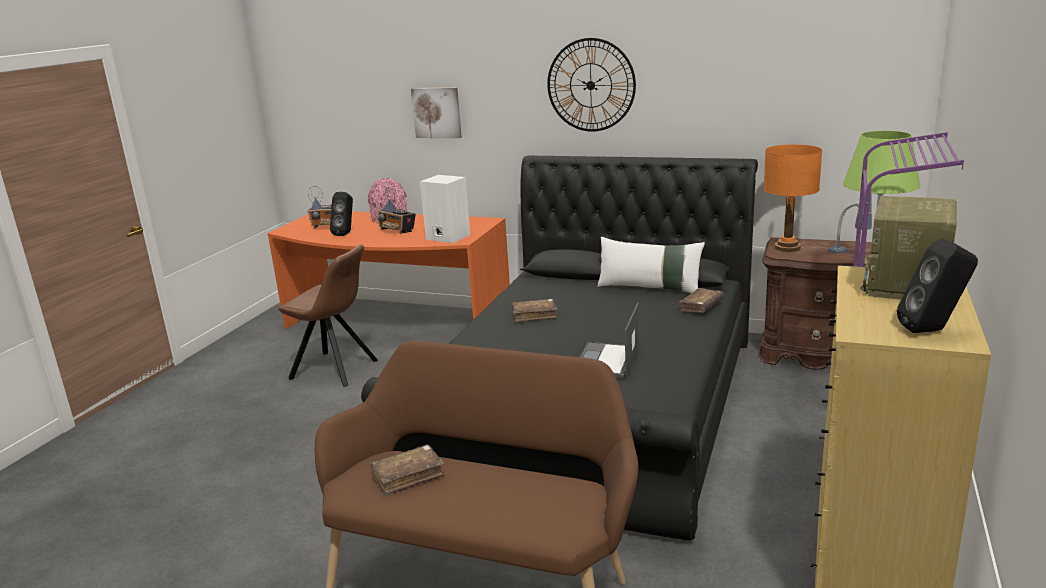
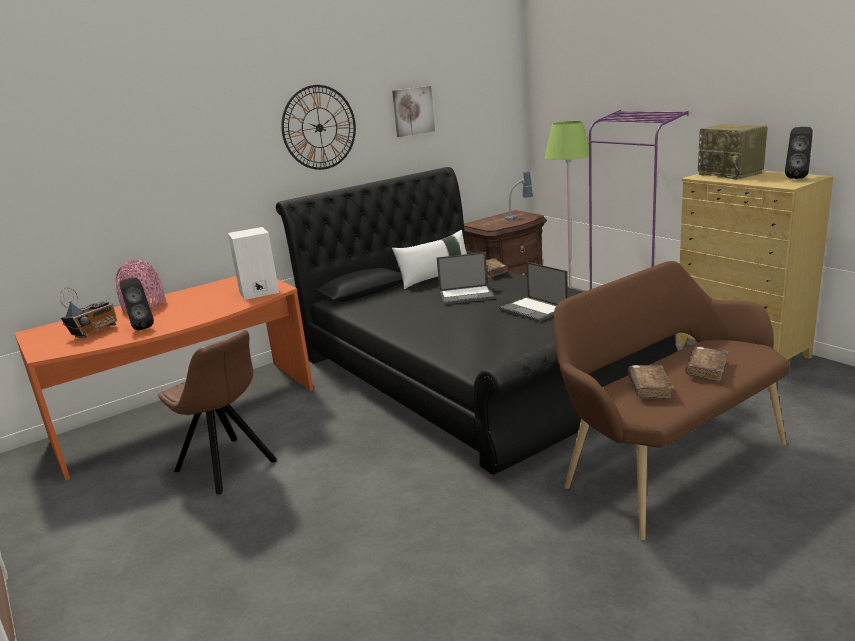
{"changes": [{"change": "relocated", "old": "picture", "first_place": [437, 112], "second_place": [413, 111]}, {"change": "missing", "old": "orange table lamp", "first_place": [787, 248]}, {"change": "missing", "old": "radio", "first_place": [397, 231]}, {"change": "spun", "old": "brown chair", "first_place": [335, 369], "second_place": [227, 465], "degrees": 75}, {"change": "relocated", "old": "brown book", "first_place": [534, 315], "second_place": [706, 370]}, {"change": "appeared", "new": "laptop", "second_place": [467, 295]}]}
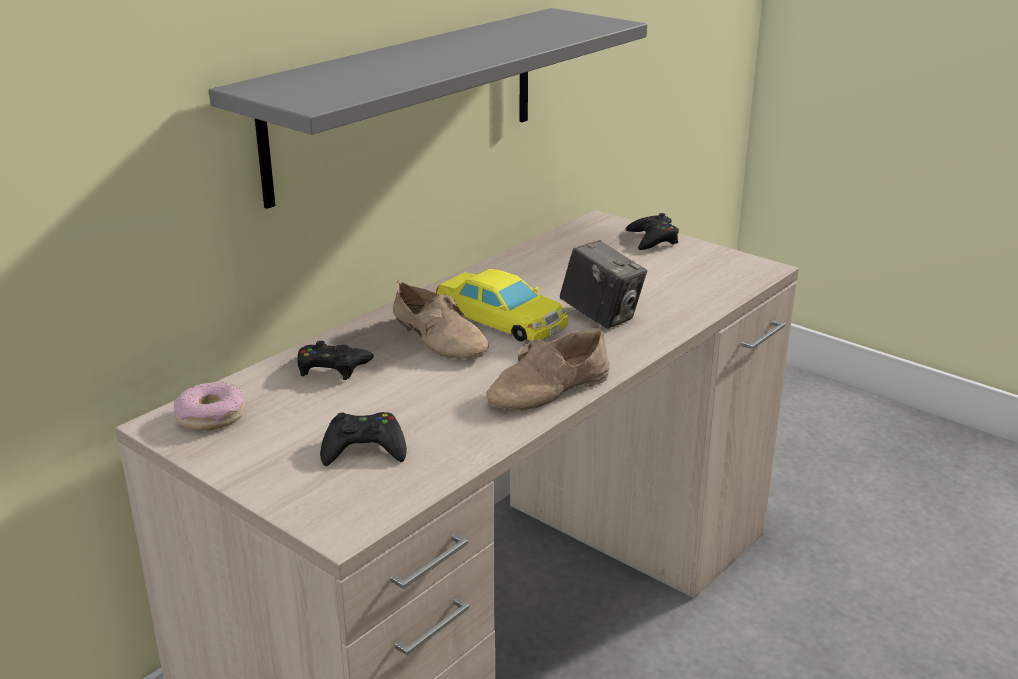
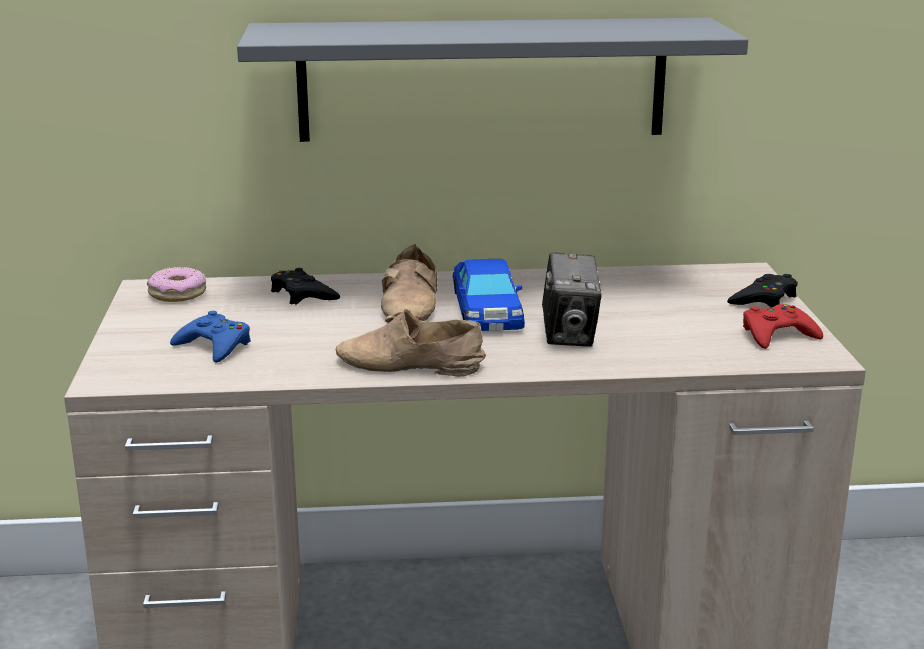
{"changes": [{"change": "colour", "old": "yellow toy car", "new": "blue toy car", "first_place": [500, 318], "second_place": [487, 308]}, {"change": "colour", "old": "black game controller", "new": "blue game controller", "first_place": [364, 448], "second_place": [214, 346]}, {"change": "appeared", "new": "red game controller", "second_place": [777, 335]}]}
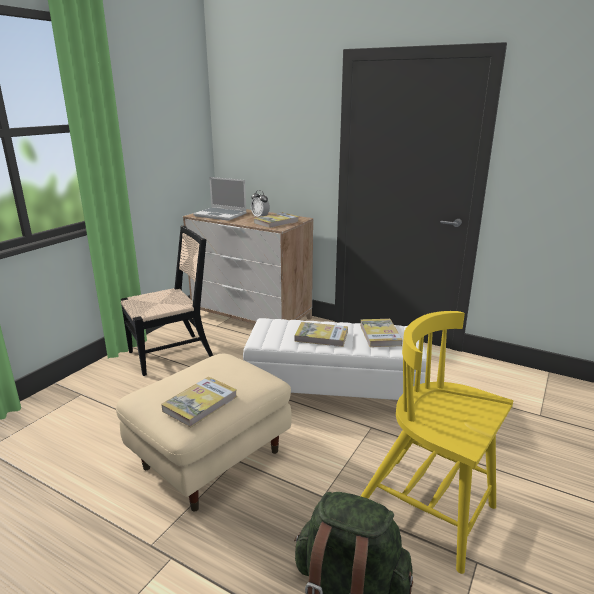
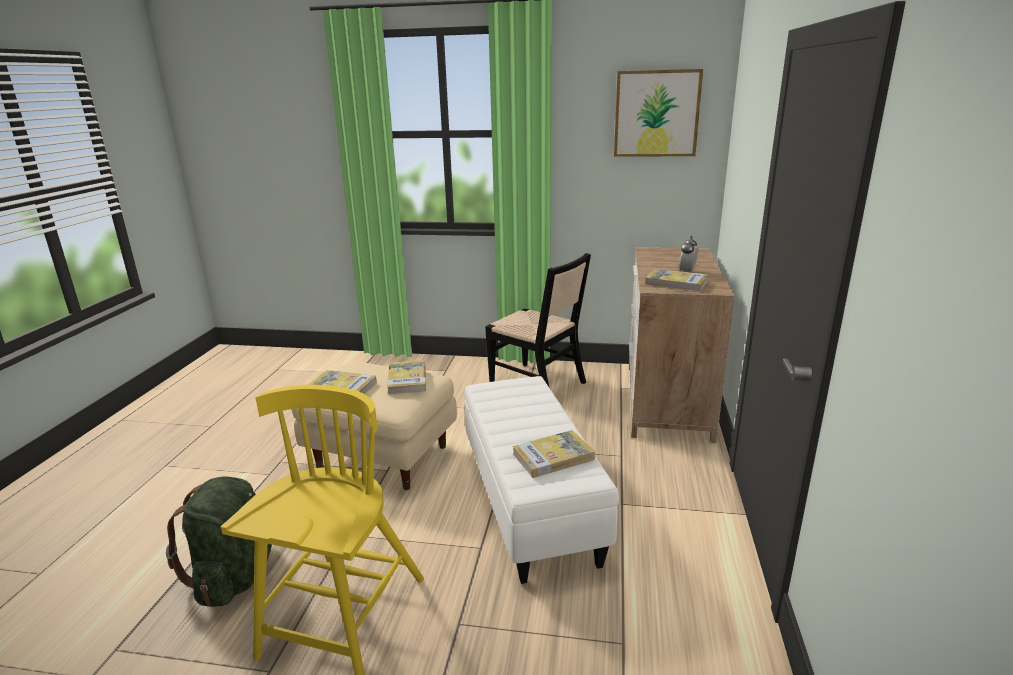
{"changes": [{"change": "missing", "old": "laptop", "first_place": [221, 215]}, {"change": "relocated", "old": "book", "first_place": [321, 336], "second_place": [407, 380]}, {"change": "appeared", "new": "picture", "second_place": [656, 114]}]}
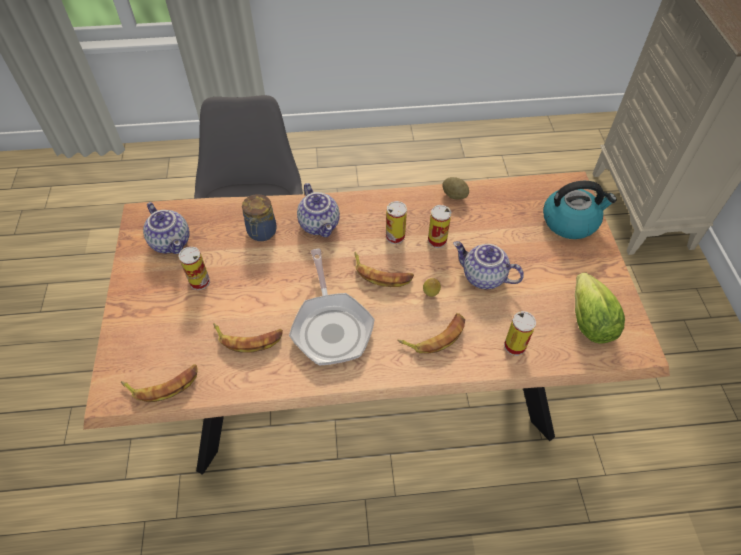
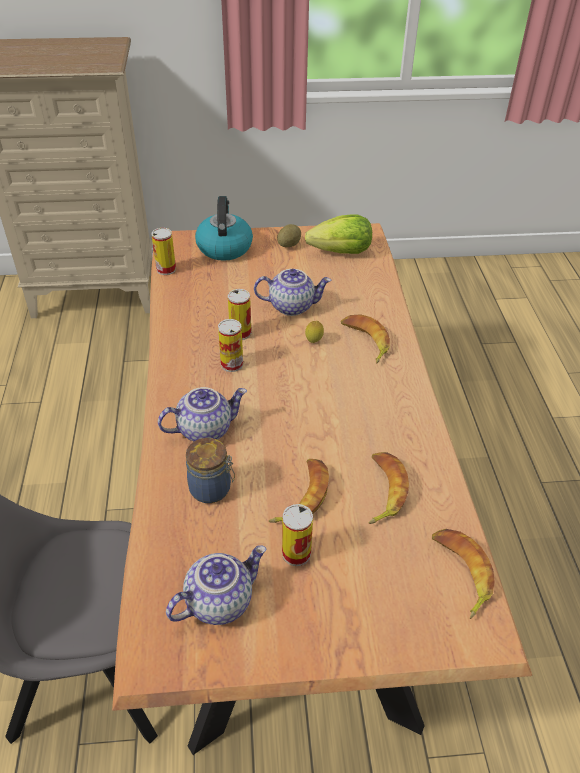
{"changes": [{"change": "relocated", "old": "potato", "first_place": [454, 195], "second_place": [289, 245]}, {"change": "spun", "old": "teapot", "first_place": [482, 277], "second_place": [292, 306], "degrees": -120}, {"change": "missing", "old": "frying pan", "first_place": [331, 327]}, {"change": "relocated", "old": "banana", "first_place": [381, 274], "second_place": [302, 495]}, {"change": "relocated", "old": "can", "first_place": [514, 346], "second_place": [166, 269]}]}
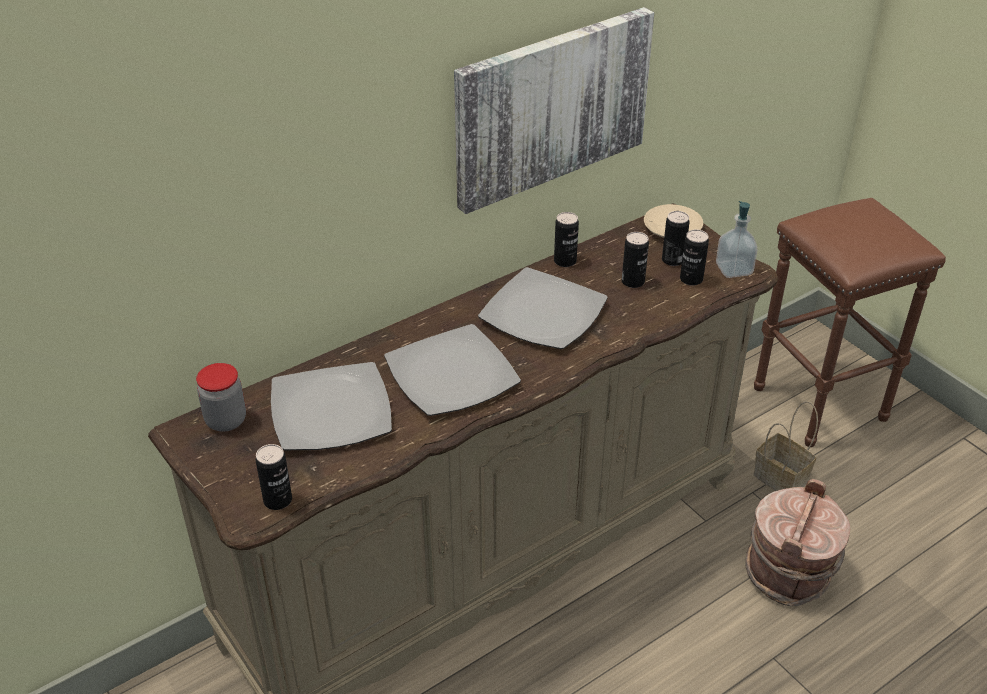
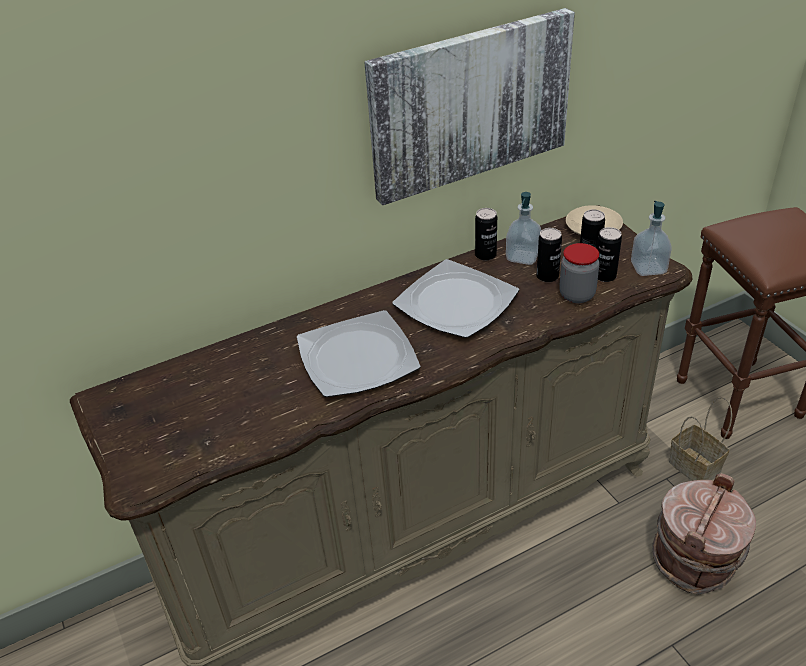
{"changes": [{"change": "missing", "old": "plate", "first_place": [332, 412]}, {"change": "relocated", "old": "jar", "first_place": [226, 420], "second_place": [577, 295]}, {"change": "missing", "old": "can", "first_place": [278, 500]}, {"change": "appeared", "new": "soap dispenser", "second_place": [522, 257]}]}
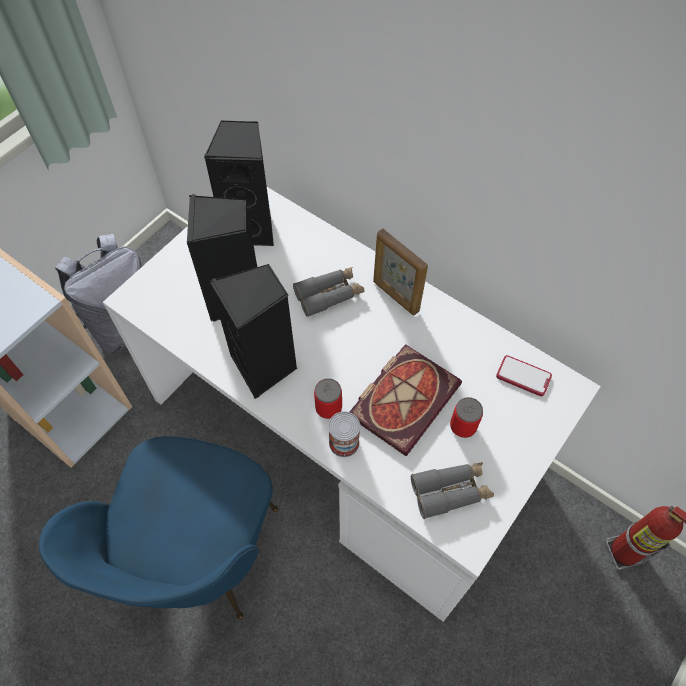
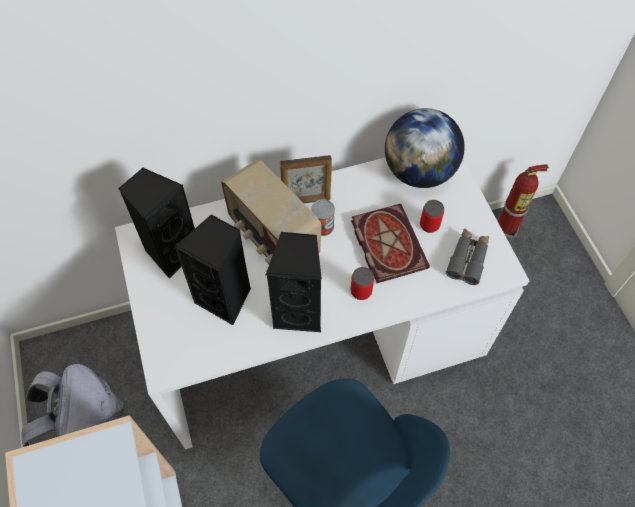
{"changes": [{"change": "exchanged", "old": "grey binoculars", "new": "radio", "first_place": [329, 295], "second_place": [272, 238]}, {"change": "exchanged", "old": "phone", "new": "globe", "first_place": [523, 376], "second_place": [419, 172]}, {"change": "relocated", "old": "can", "first_place": [344, 442], "second_place": [322, 226]}]}
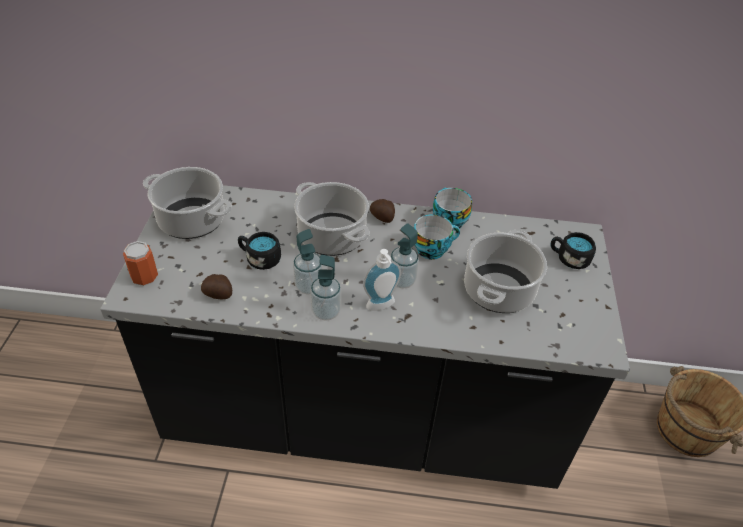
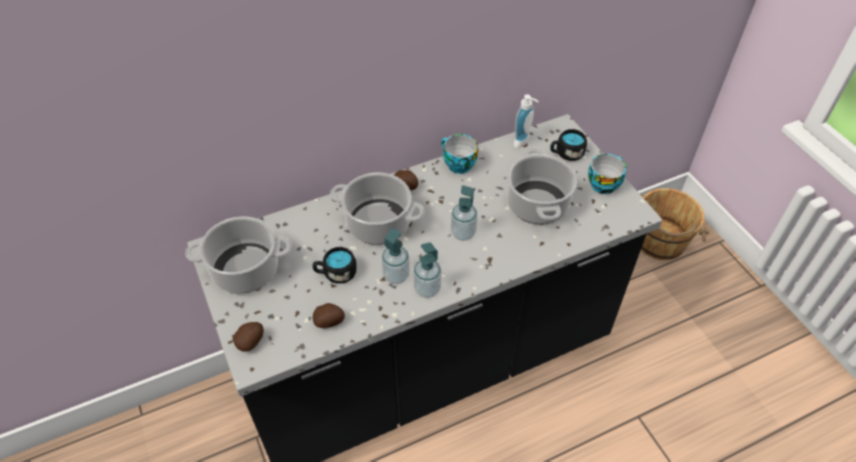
{"changes": [{"change": "relocated", "old": "cup", "first_place": [432, 249], "second_place": [603, 183]}, {"change": "exchanged", "old": "can", "new": "potato", "first_place": [144, 277], "second_place": [251, 341]}, {"change": "relocated", "old": "soap dispenser", "first_place": [382, 306], "second_place": [523, 142]}]}
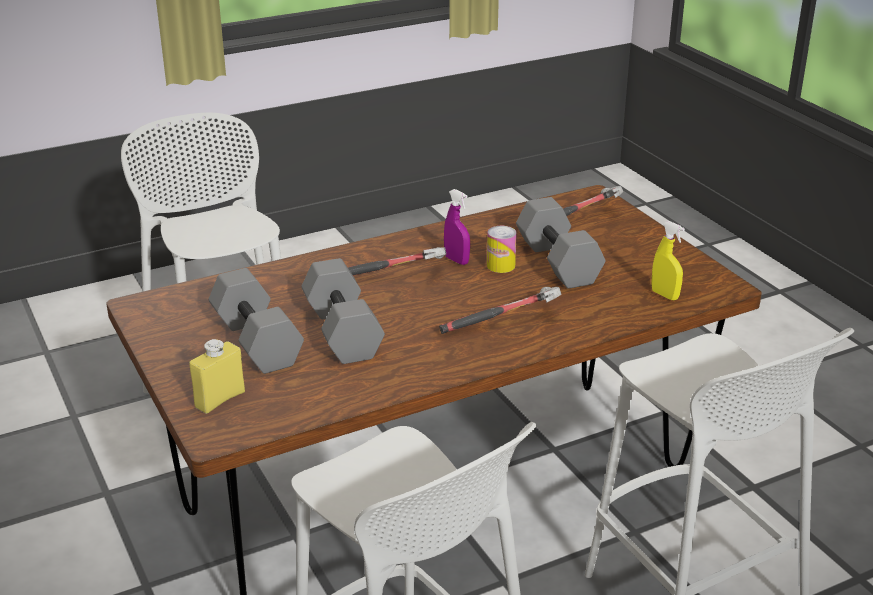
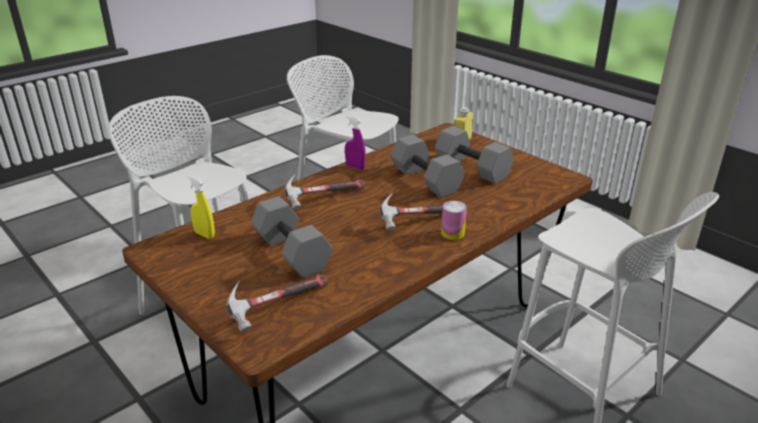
{"changes": [{"change": "relocated", "old": "purple spray bottle", "first_place": [456, 260], "second_place": [355, 167]}, {"change": "relocated", "old": "can", "first_place": [501, 265], "second_place": [452, 233]}]}
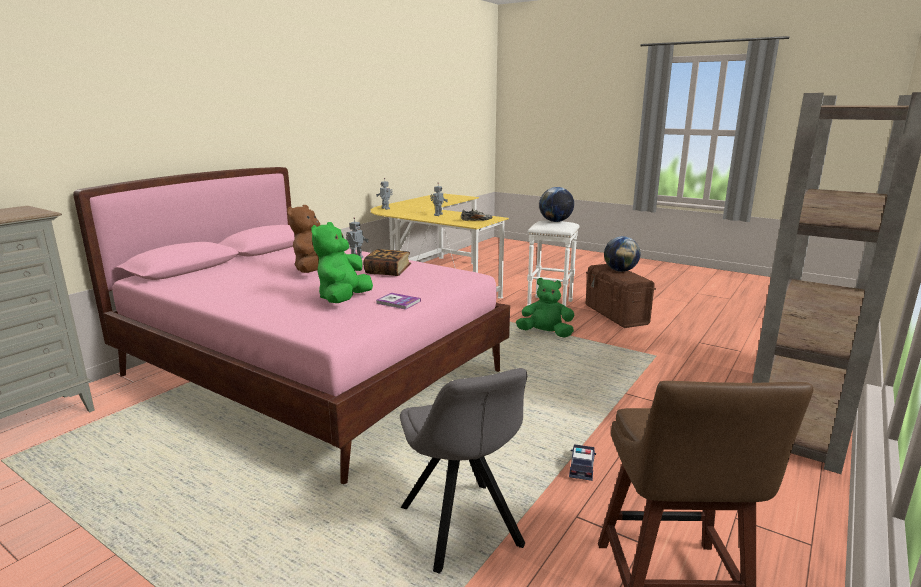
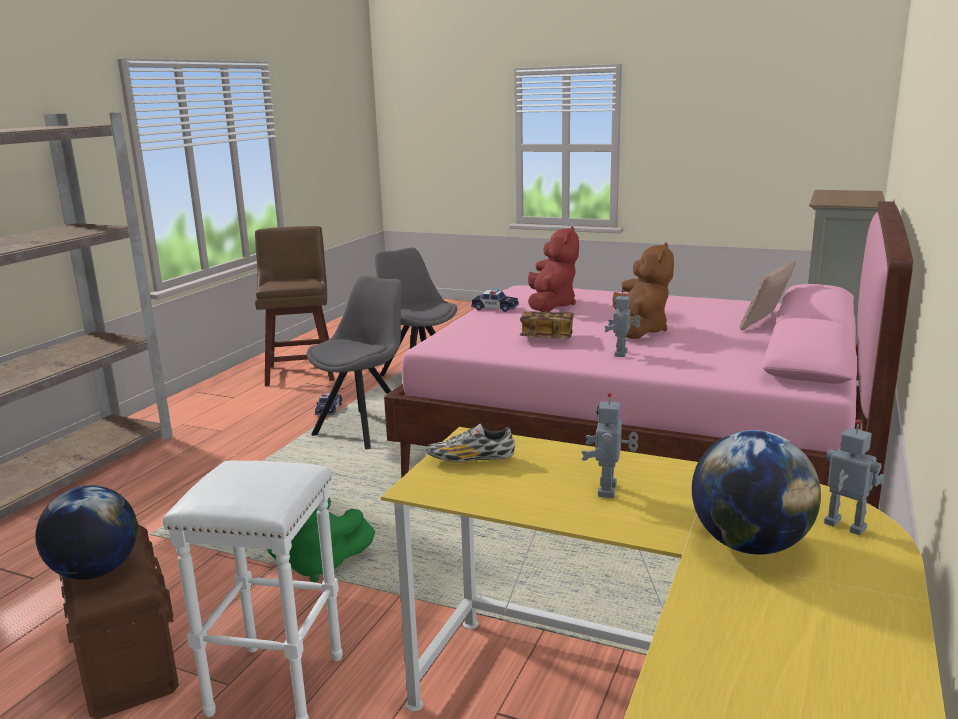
{"changes": [{"change": "relocated", "old": "globe", "first_place": [555, 221], "second_place": [749, 545]}, {"change": "colour", "old": "green plush toy", "new": "red plush toy", "first_place": [343, 300], "second_place": [551, 305]}, {"change": "exchanged", "old": "book", "new": "toy car", "first_place": [398, 302], "second_place": [495, 308]}, {"change": "appeared", "new": "beige pillow", "second_place": [765, 321]}, {"change": "appeared", "new": "grey chair", "second_place": [364, 428]}]}
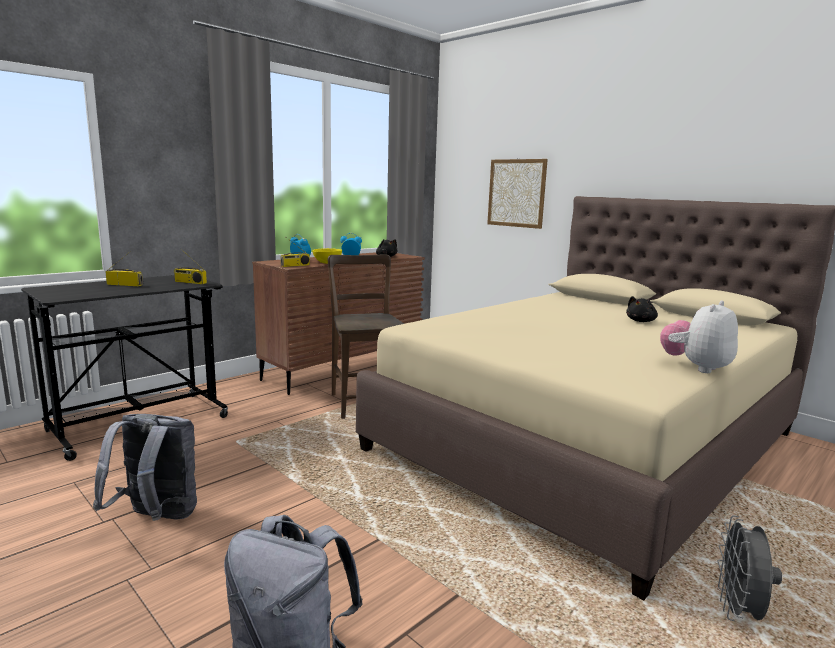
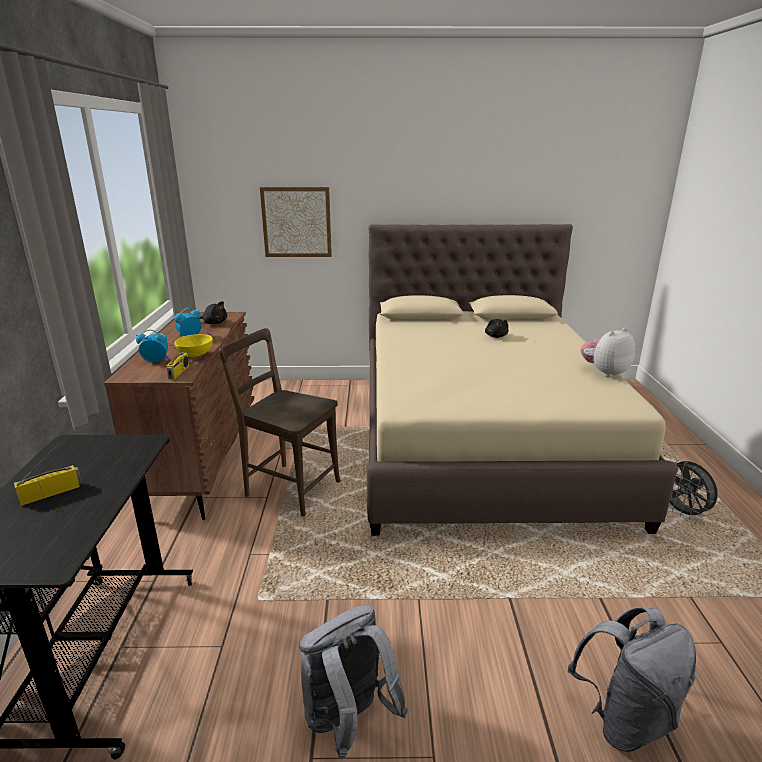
{"changes": [{"change": "missing", "old": "radio", "first_place": [189, 282]}, {"change": "spun", "old": "plush toy", "first_place": [696, 367], "second_place": [604, 372], "degrees": 60}]}
